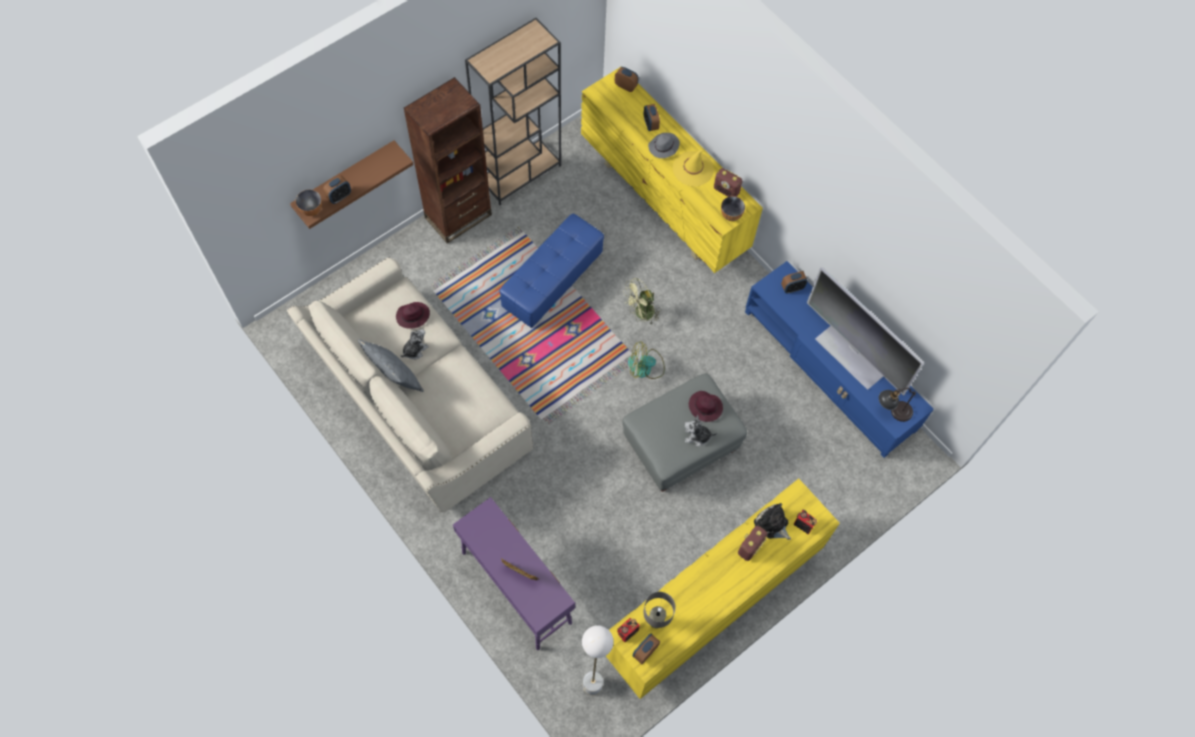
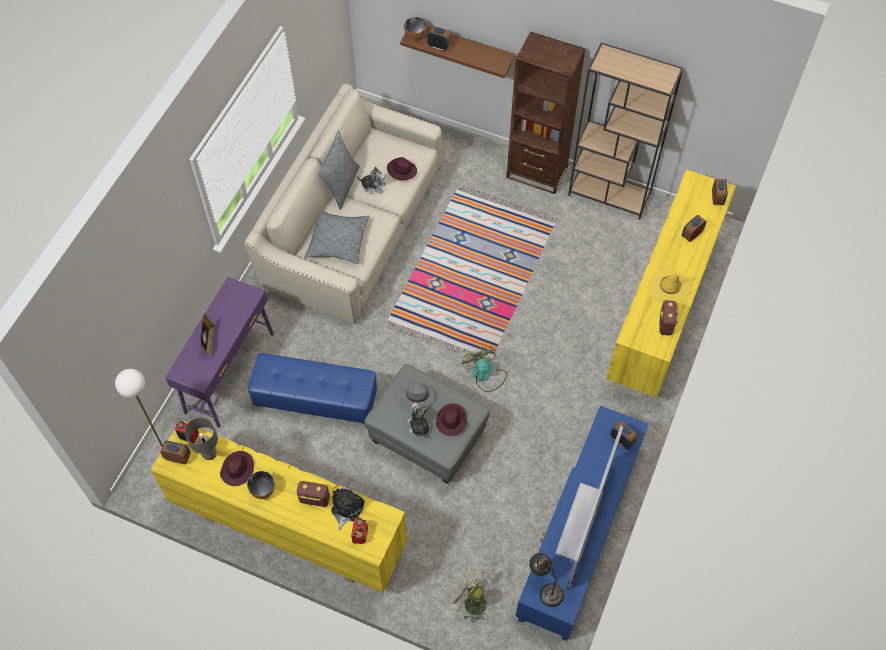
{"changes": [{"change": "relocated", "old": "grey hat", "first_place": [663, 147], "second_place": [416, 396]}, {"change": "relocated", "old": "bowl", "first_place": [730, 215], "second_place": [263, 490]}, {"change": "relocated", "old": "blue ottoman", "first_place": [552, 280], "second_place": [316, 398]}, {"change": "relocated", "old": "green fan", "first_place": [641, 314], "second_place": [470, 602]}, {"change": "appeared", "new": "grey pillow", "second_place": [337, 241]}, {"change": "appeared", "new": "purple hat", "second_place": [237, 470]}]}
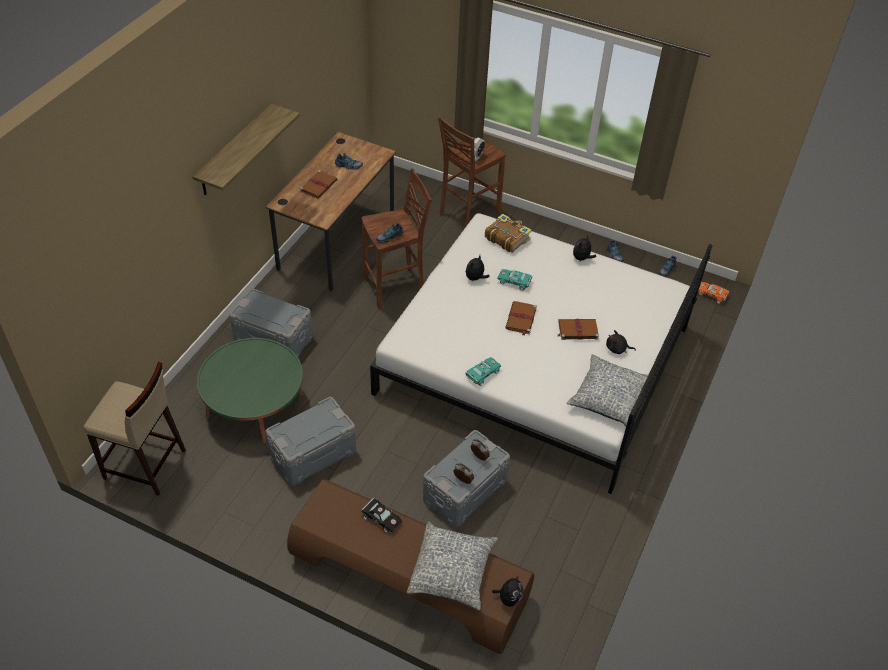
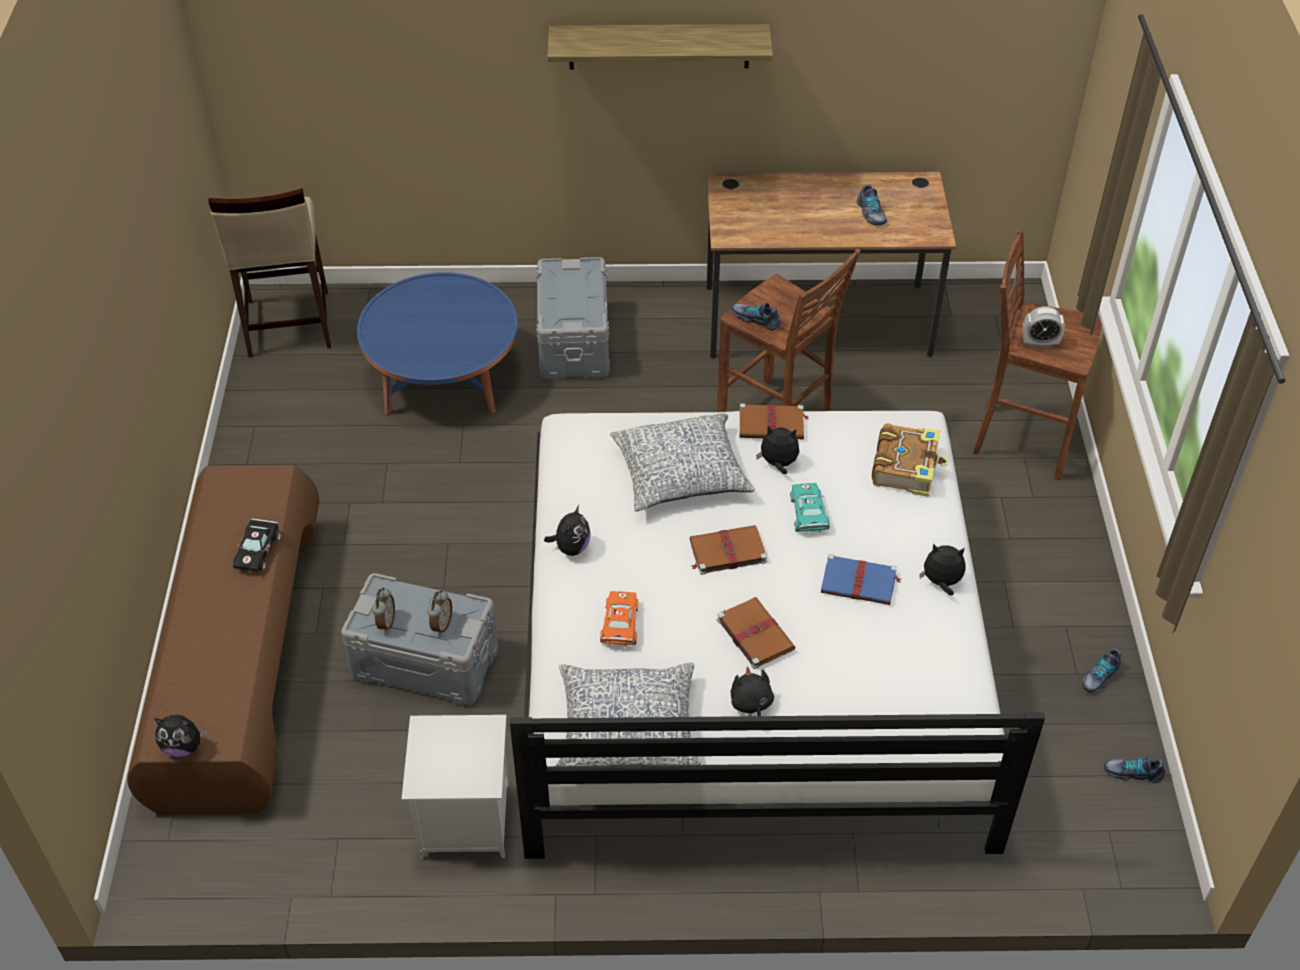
{"changes": [{"change": "relocated", "old": "brown book", "first_place": [319, 185], "second_place": [772, 424]}, {"change": "relocated", "old": "orange toy car", "first_place": [713, 295], "second_place": [620, 626]}, {"change": "colour", "old": "green coffee table", "new": "blue coffee table", "first_place": [255, 405], "second_place": [443, 376]}, {"change": "exchanged", "old": "turquoise toy car", "new": "plush toy", "first_place": [482, 374], "second_place": [571, 548]}, {"change": "missing", "old": "grey storage box", "first_place": [312, 453]}, {"change": "relocated", "old": "pillow", "first_place": [452, 571], "second_place": [681, 475]}, {"change": "appeared", "new": "blue book", "second_place": [860, 582]}, {"change": "appeared", "new": "grey nightstand", "second_place": [462, 823]}]}
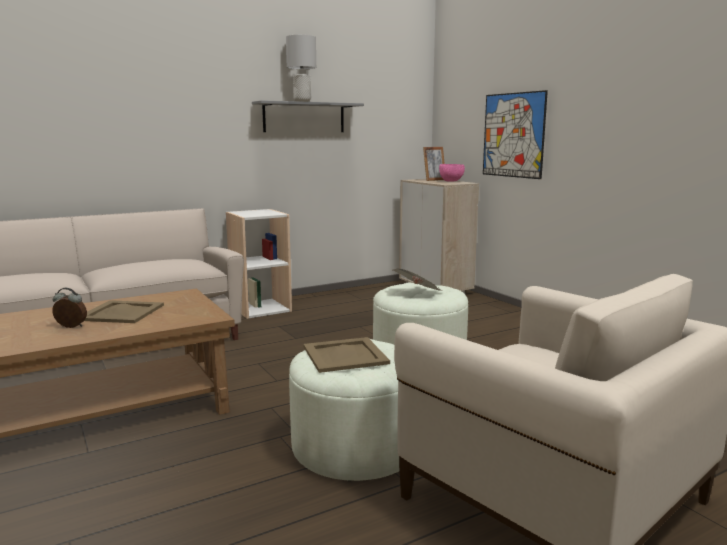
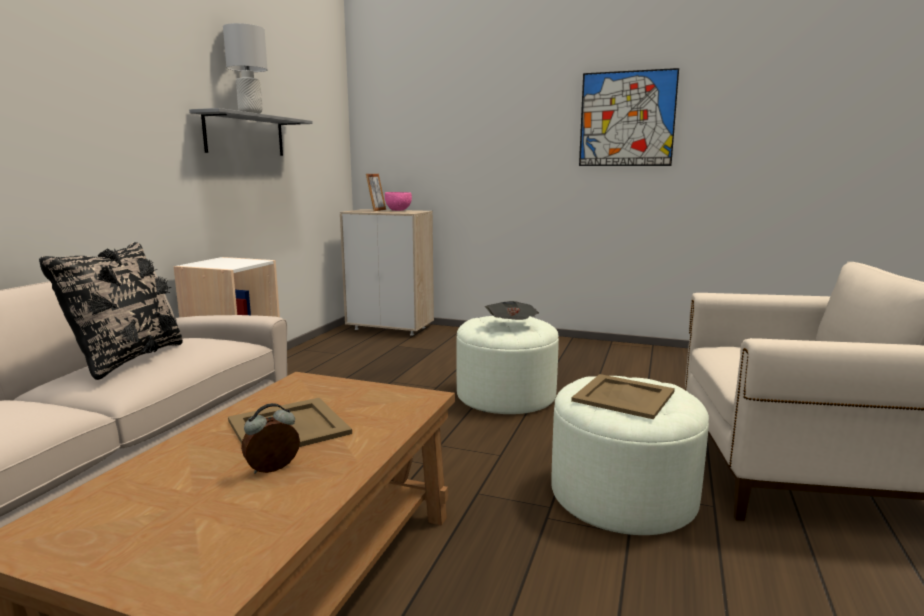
{"changes": [{"change": "relocated", "old": "picture", "first_place": [513, 135], "second_place": [627, 119]}, {"change": "appeared", "new": "black pillow", "second_place": [129, 360]}]}
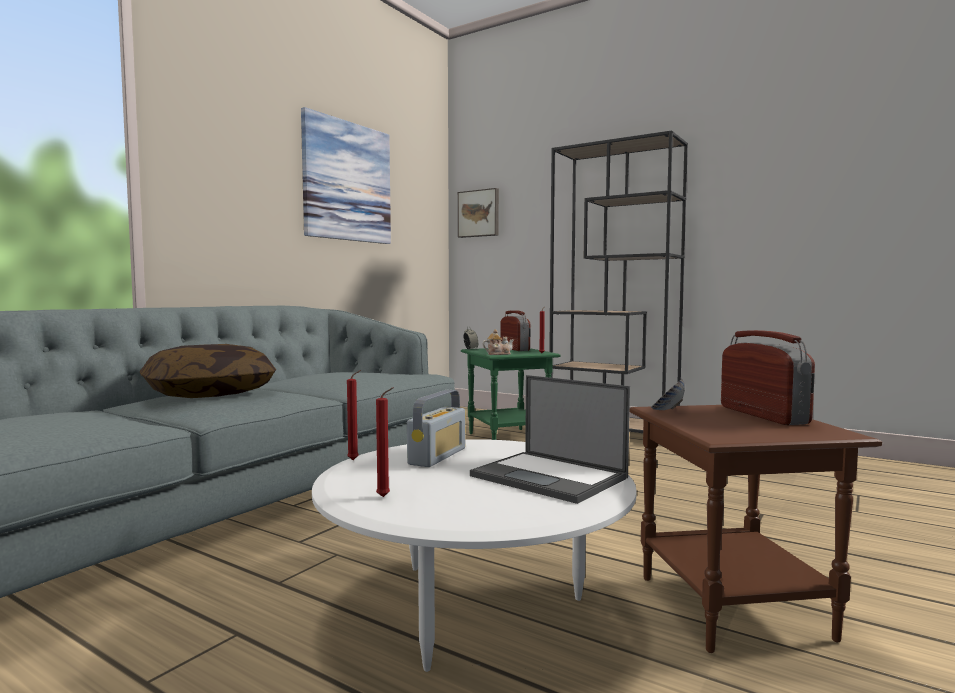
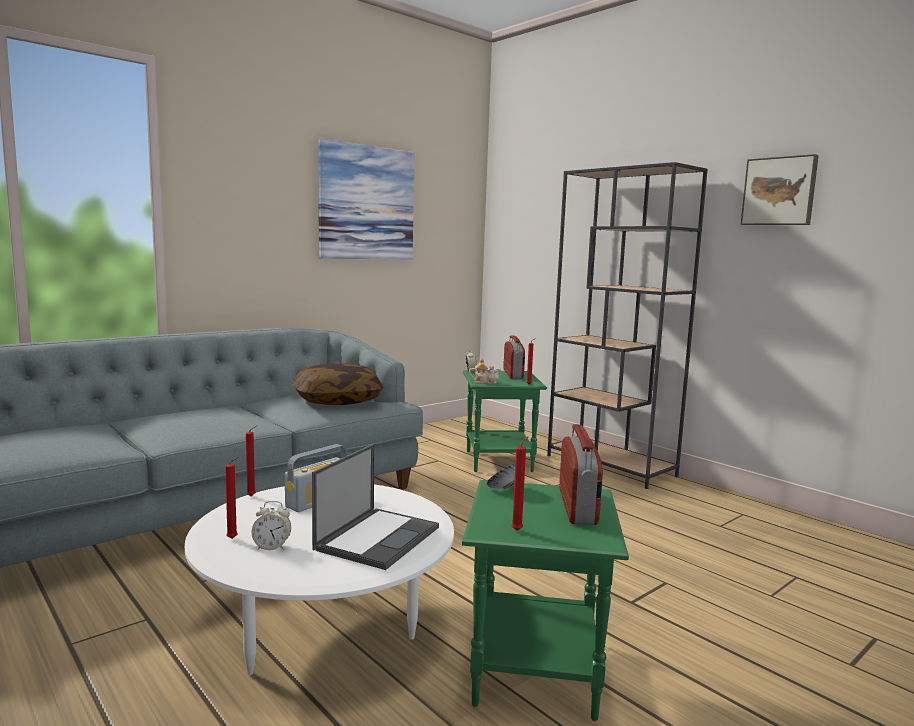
{"changes": [{"change": "relocated", "old": "picture", "first_place": [479, 213], "second_place": [779, 191]}, {"change": "relocated", "old": "pillow", "first_place": [210, 393], "second_place": [337, 400]}, {"change": "spun", "old": "laptop", "first_place": [551, 477], "second_place": [378, 537], "degrees": -120}, {"change": "colour", "old": "brown side table", "new": "green side table", "first_place": [731, 606], "second_place": [535, 669]}, {"change": "appeared", "new": "red candle", "second_place": [518, 530]}, {"change": "appeared", "new": "alarm clock", "second_place": [272, 547]}]}
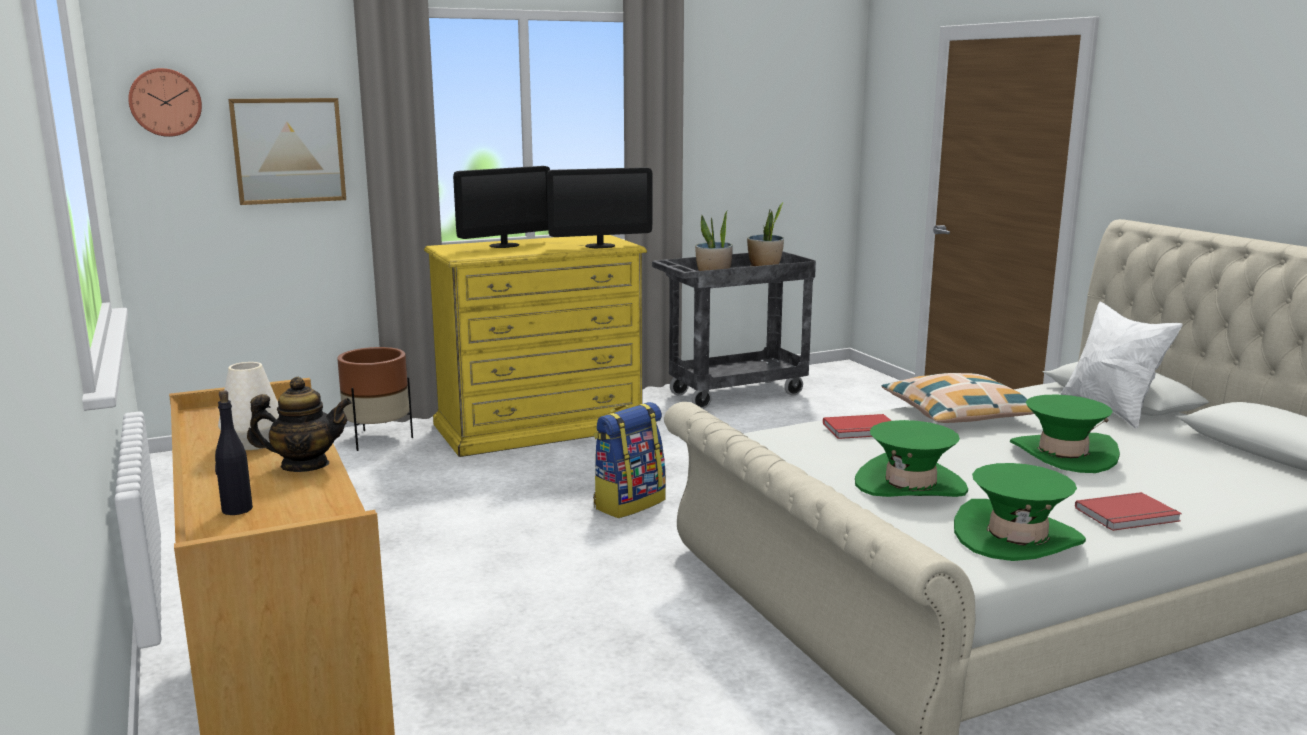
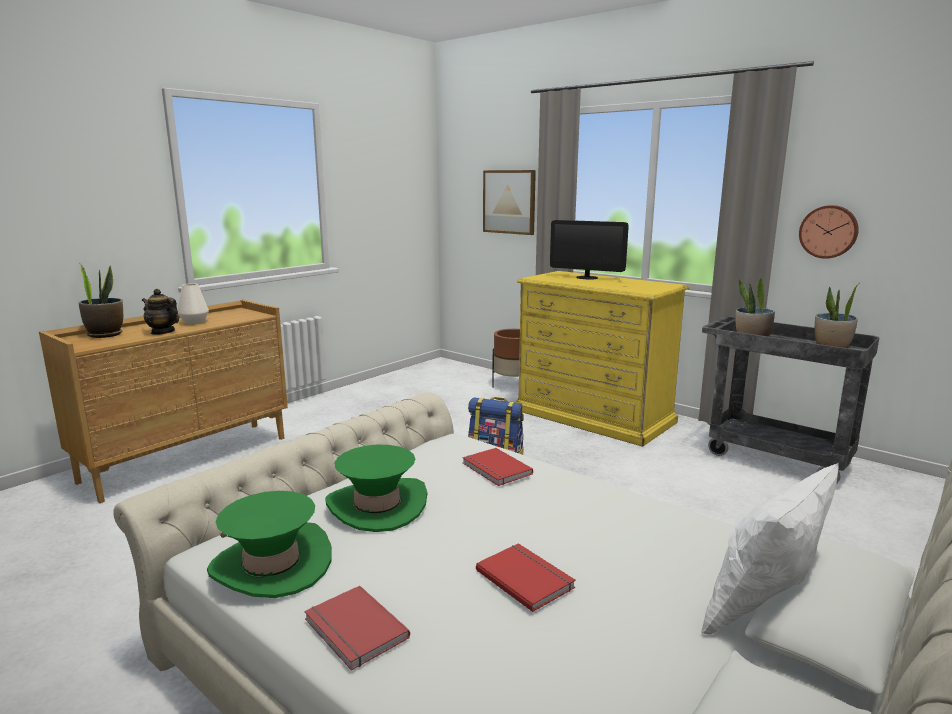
{"changes": [{"change": "relocated", "old": "wall clock", "first_place": [165, 102], "second_place": [828, 231]}, {"change": "missing", "old": "monitor", "first_place": [600, 246]}, {"change": "missing", "old": "pillow", "first_place": [958, 414]}, {"change": "spun", "old": "teapot", "first_place": [304, 465], "second_place": [162, 332], "degrees": 150}, {"change": "exchanged", "old": "black bottle", "new": "potted plant", "first_place": [236, 509], "second_place": [105, 334]}, {"change": "exchanged", "old": "green hat", "new": "red book", "first_place": [1063, 454], "second_place": [526, 578]}]}
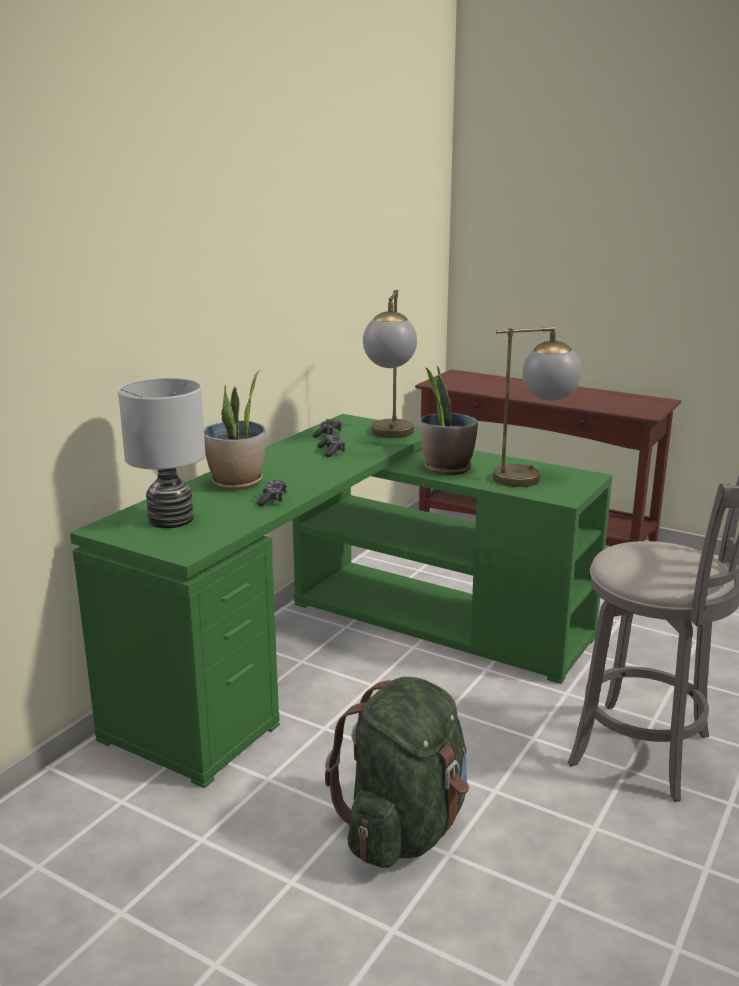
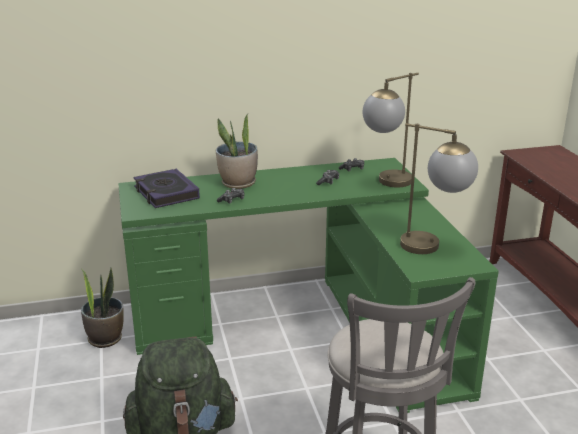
{"changes": [{"change": "relocated", "old": "potted plant", "first_place": [446, 468], "second_place": [105, 338]}, {"change": "exchanged", "old": "grey table lamp", "new": "book", "first_place": [170, 520], "second_place": [166, 193]}]}
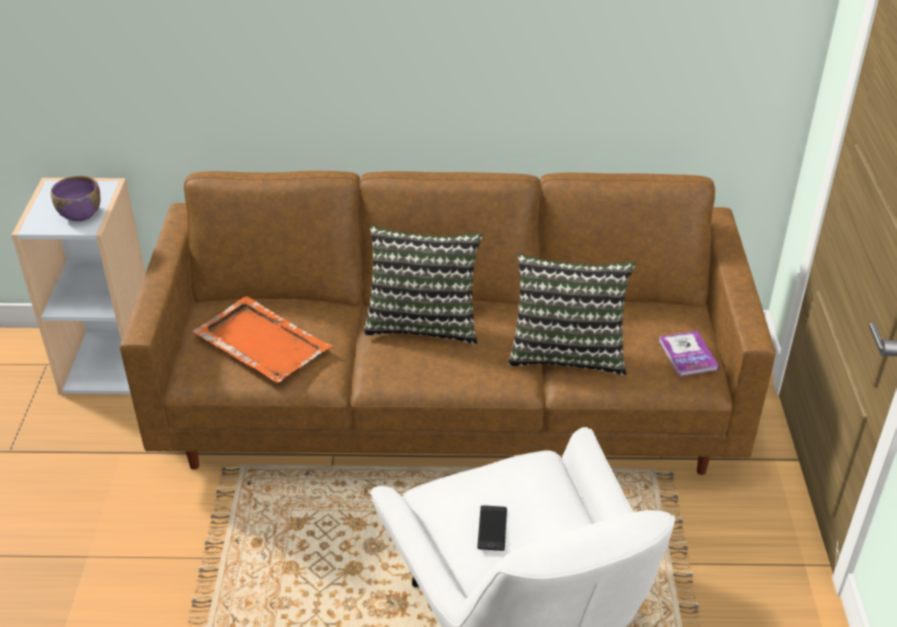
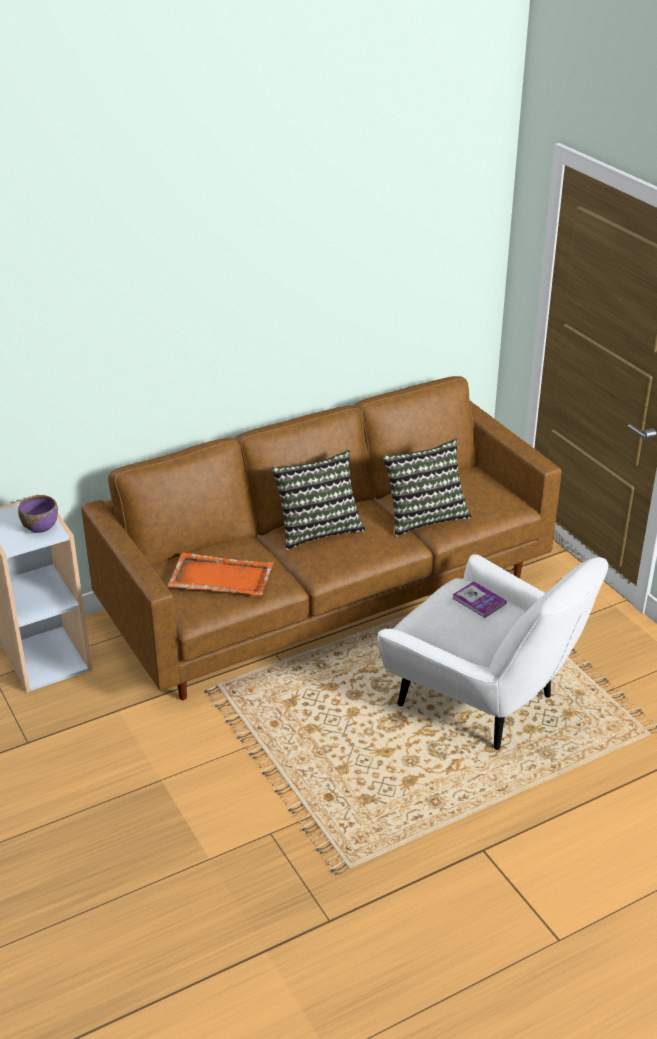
{"changes": [{"change": "relocated", "old": "book", "first_place": [688, 355], "second_place": [478, 601]}, {"change": "missing", "old": "phone", "first_place": [492, 528]}]}
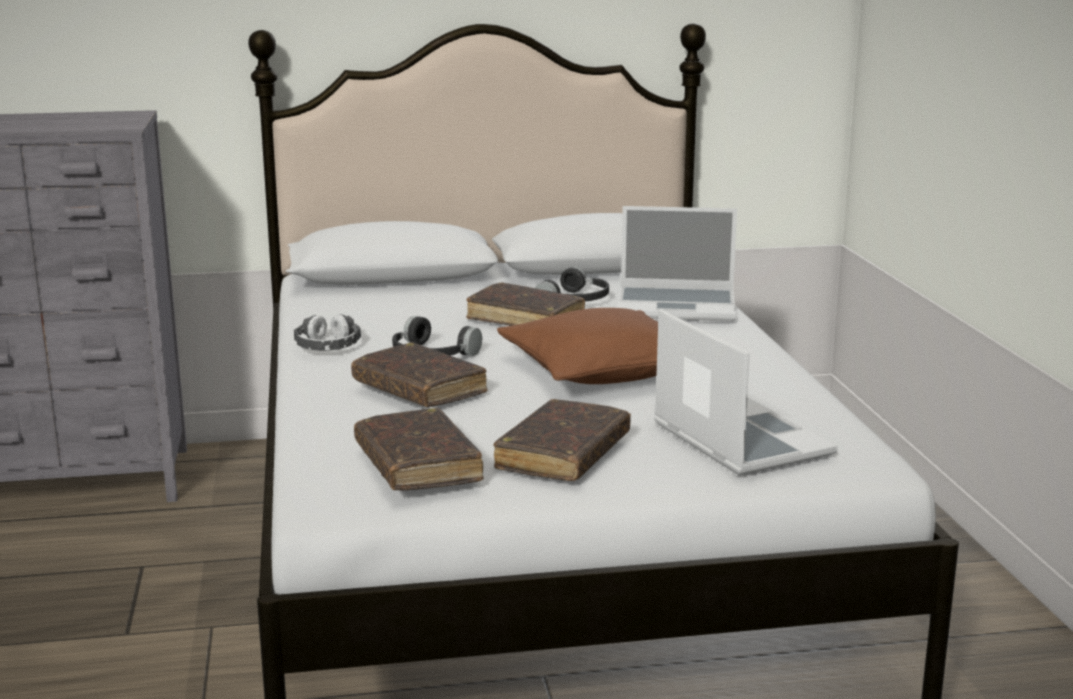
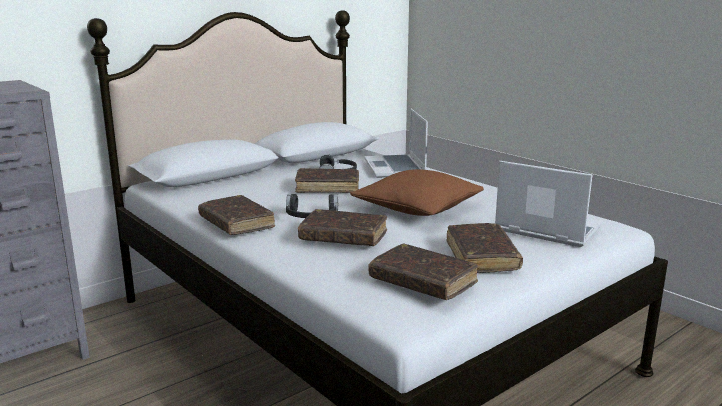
{"changes": [{"change": "spun", "old": "laptop", "first_place": [678, 306], "second_place": [395, 168], "degrees": 105}, {"change": "exchanged", "old": "headphones", "new": "brown book", "first_place": [328, 346], "second_place": [236, 223]}]}
